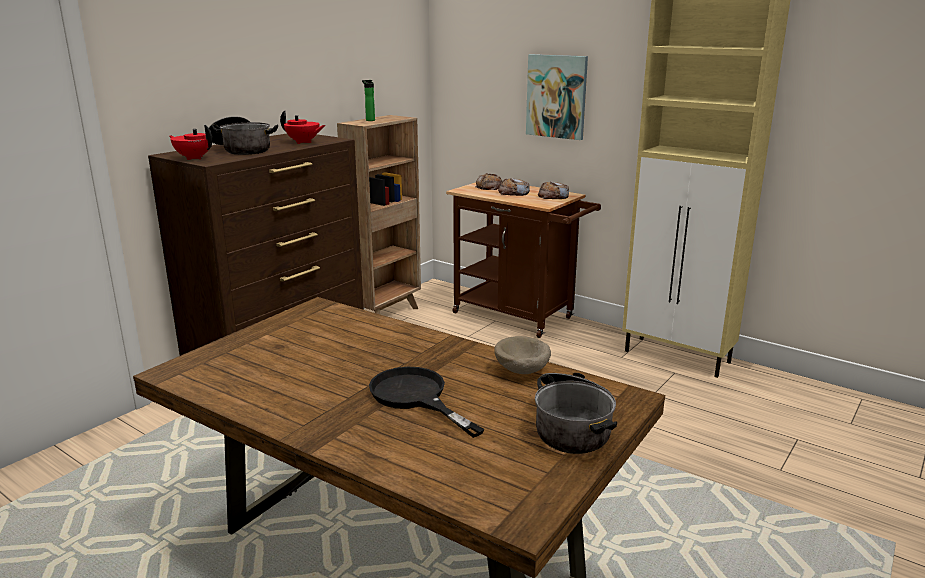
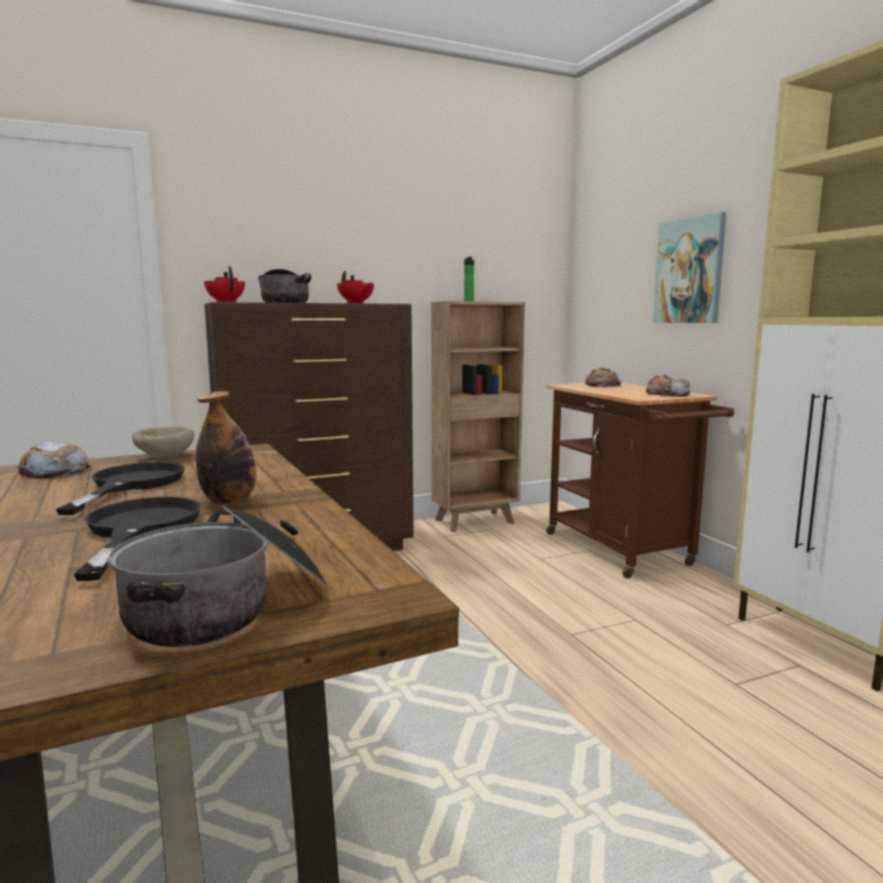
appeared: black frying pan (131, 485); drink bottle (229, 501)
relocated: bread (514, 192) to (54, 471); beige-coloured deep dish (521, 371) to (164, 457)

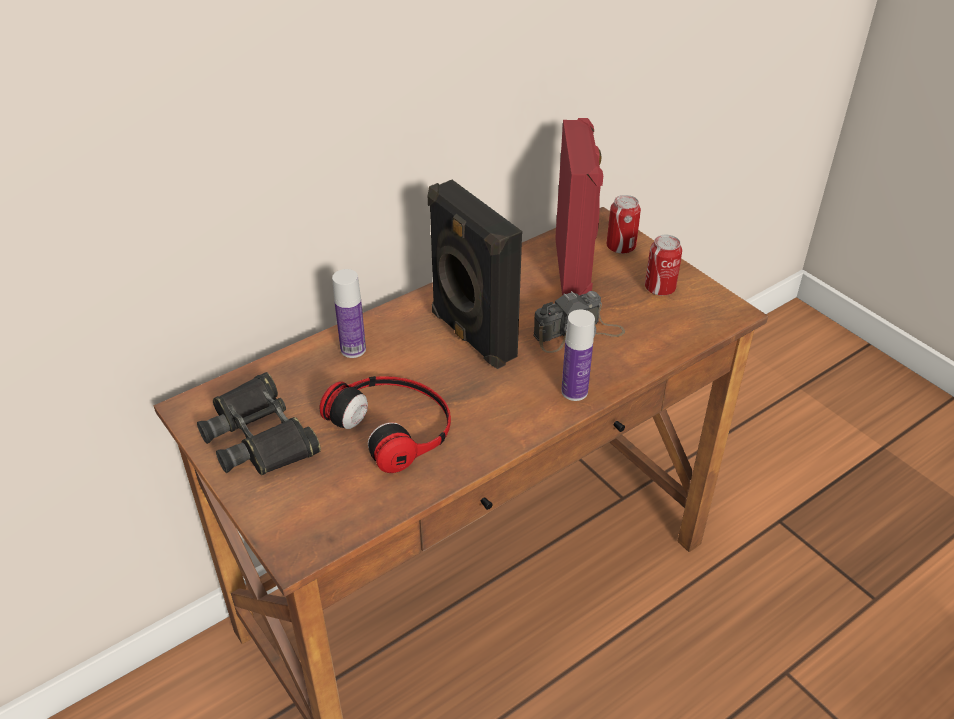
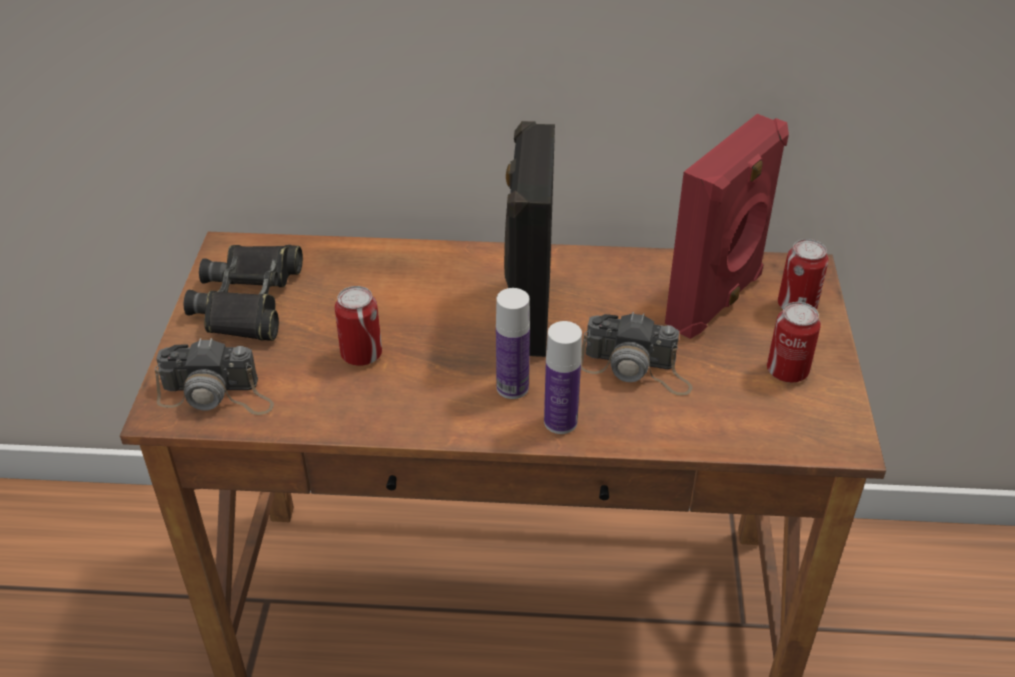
appeared: photo camera (217, 395)
relocated: drink bottle (353, 349) to (512, 387)
exchanged: headset (394, 425) to can (361, 354)

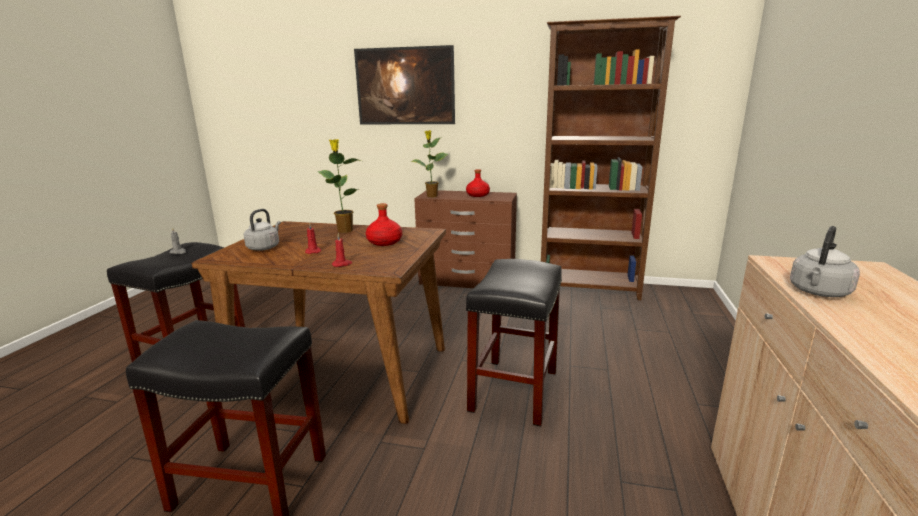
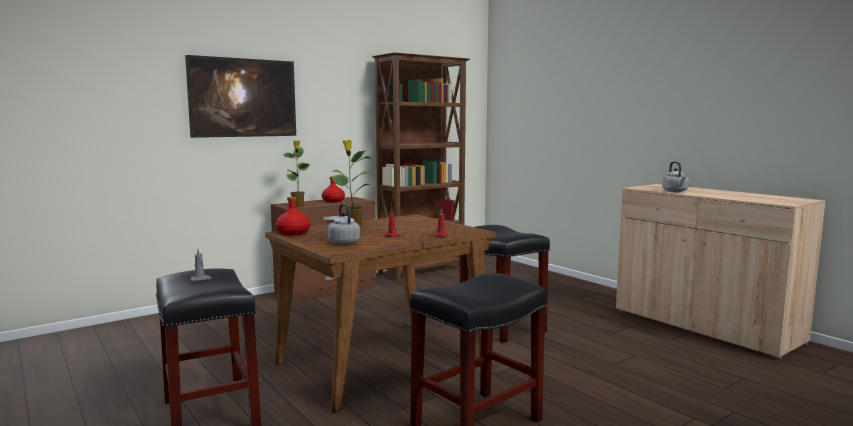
relocated: red drink bottle (385, 242) to (293, 233)

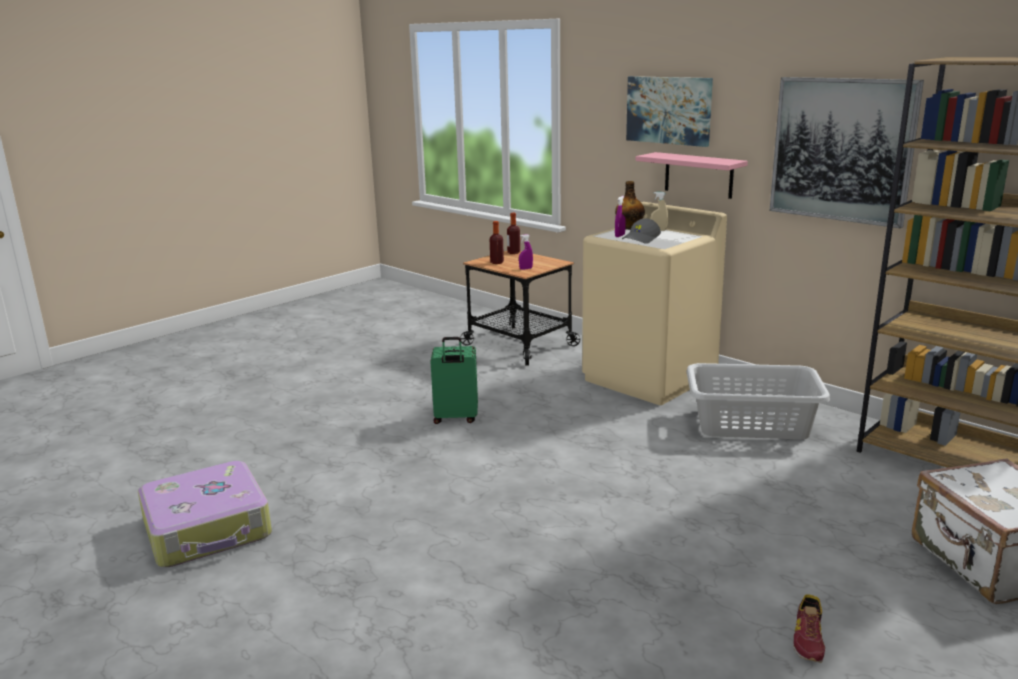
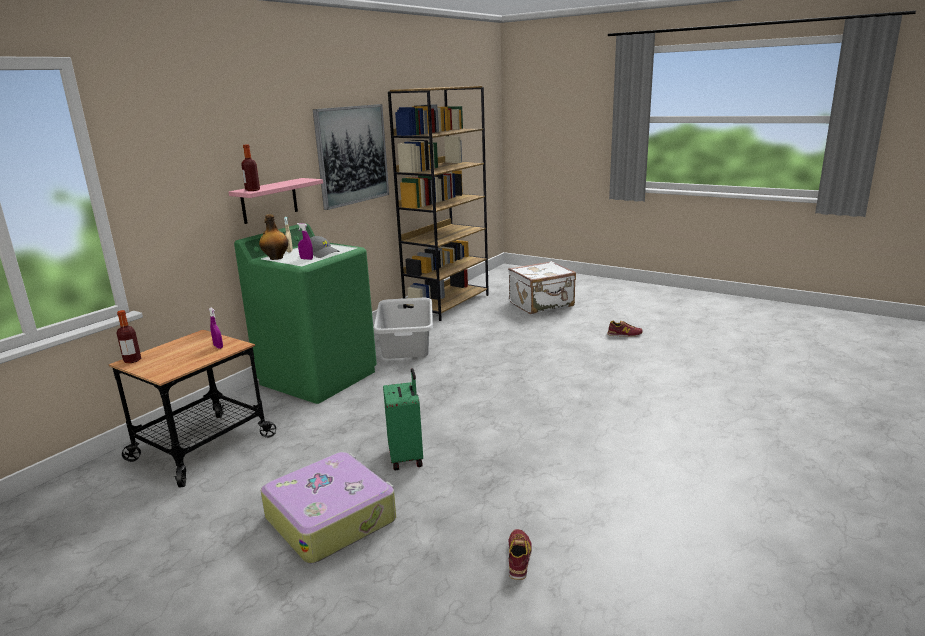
missing: wall picture (669, 110)
appeared: shoe (519, 558)
relocated: drink bottle (497, 262) to (252, 190); piece of luggage (208, 529) to (331, 518)
colour: beige-coloured laundry appliance (650, 378) to green laundry appliance (318, 377)

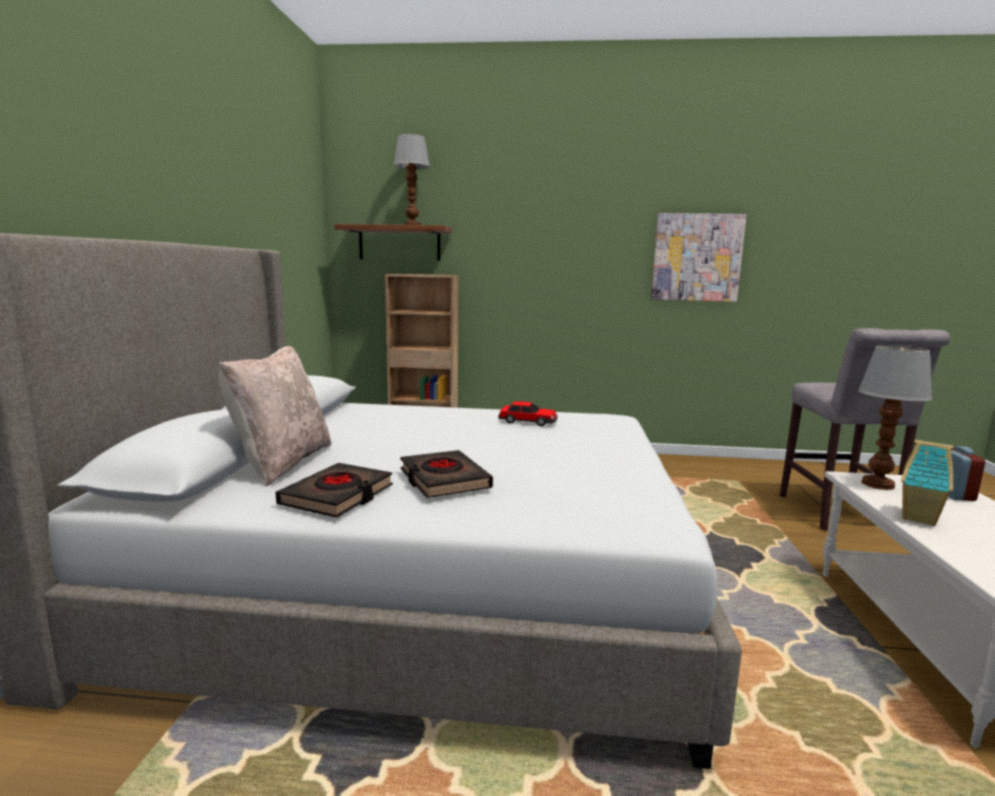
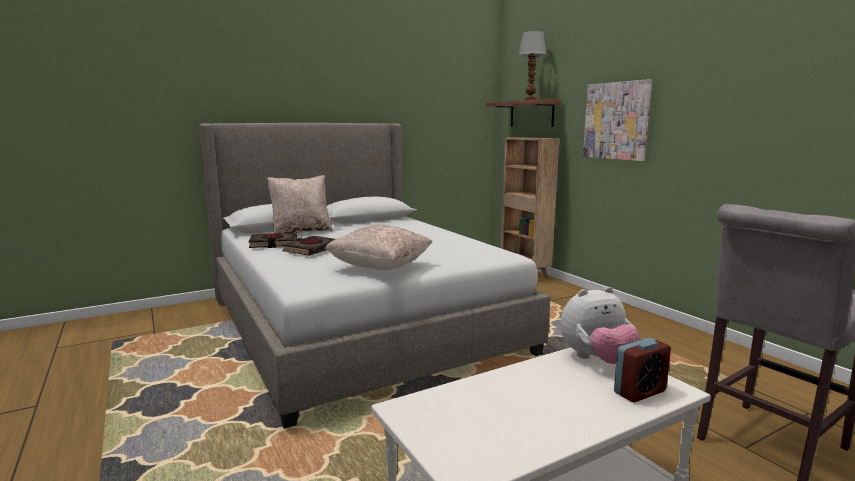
missing: miniature car (528, 421); toy house (920, 518)
appeared: beige-coloured pillow (380, 268)
relocated: wall picture (696, 257) to (616, 121)
exchanged: tabletop lamp (877, 484) to plush toy (596, 359)

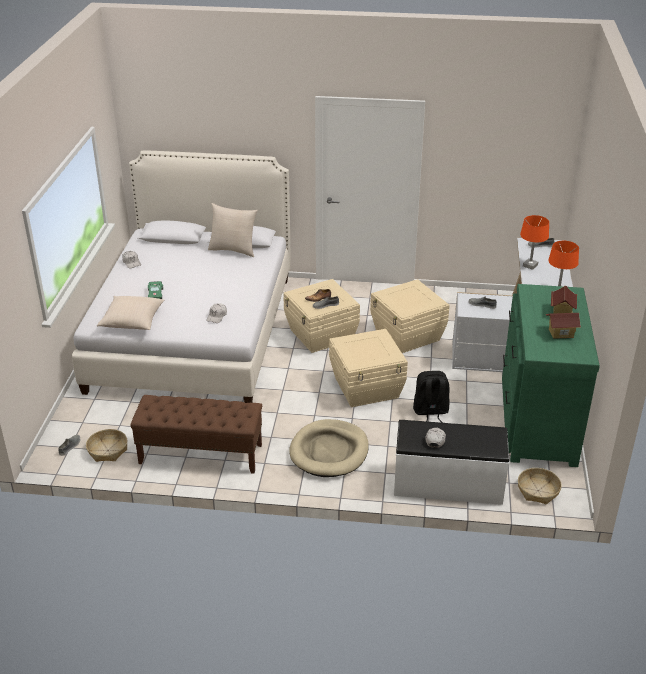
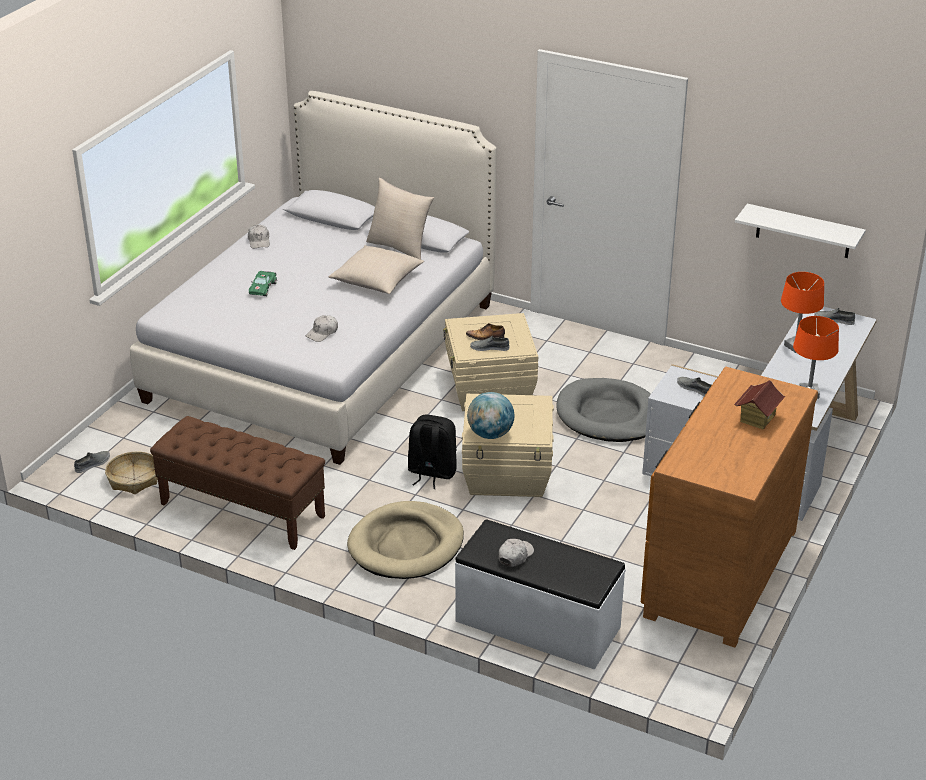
missing: storage basket (538, 491); toy house (561, 333)
appeared: globe (490, 434); white shelf (803, 231)
relocated: beige-coloured pillow (132, 321) to (377, 281); black backpack (430, 412) to (431, 473)
exchanged: beige-coloured storage container (407, 336) to grey dog bed (609, 415)
colour: green dresser (536, 421) to brownish dresser (717, 572)

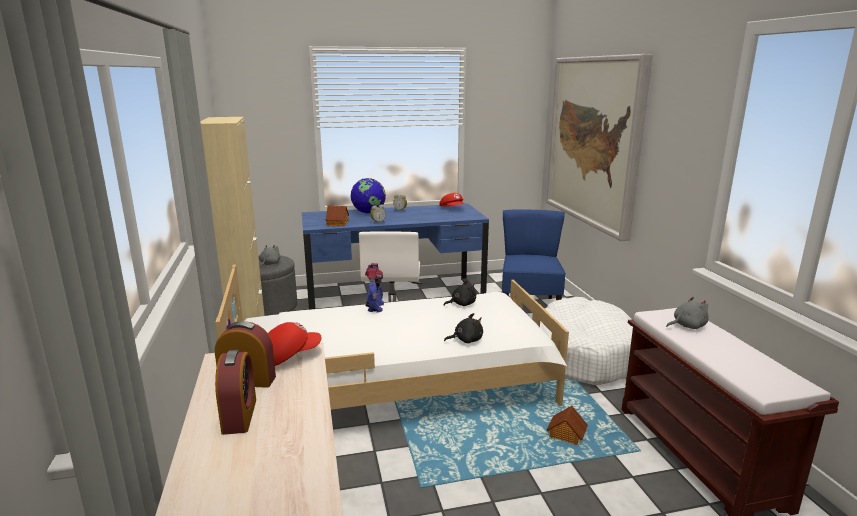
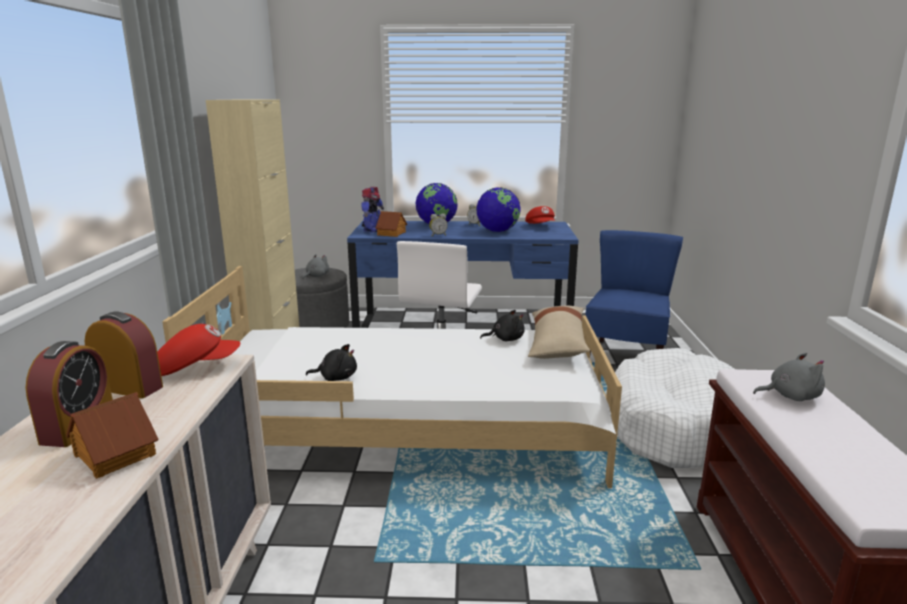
missing: wall picture (594, 141)
appeared: globe (497, 231); beige-coloured pillow (557, 343)
relocated: toy house (566, 435) to (114, 455); black plush toy (466, 340) to (336, 378); robot figure (375, 307) to (372, 230)

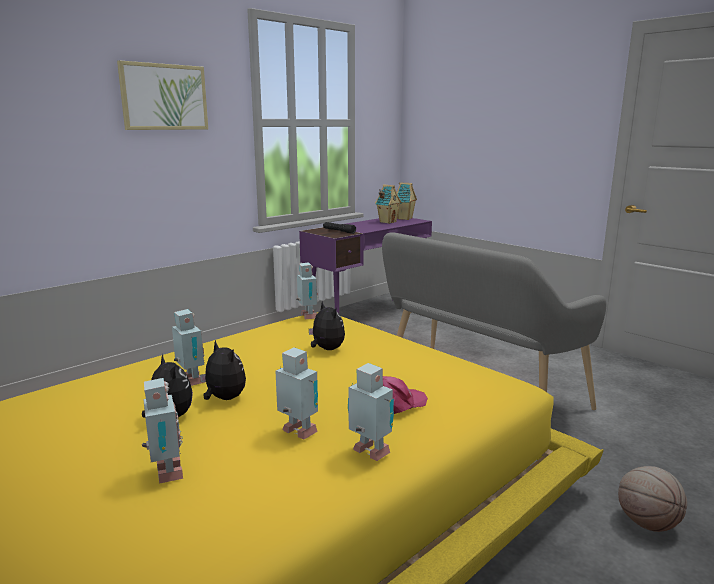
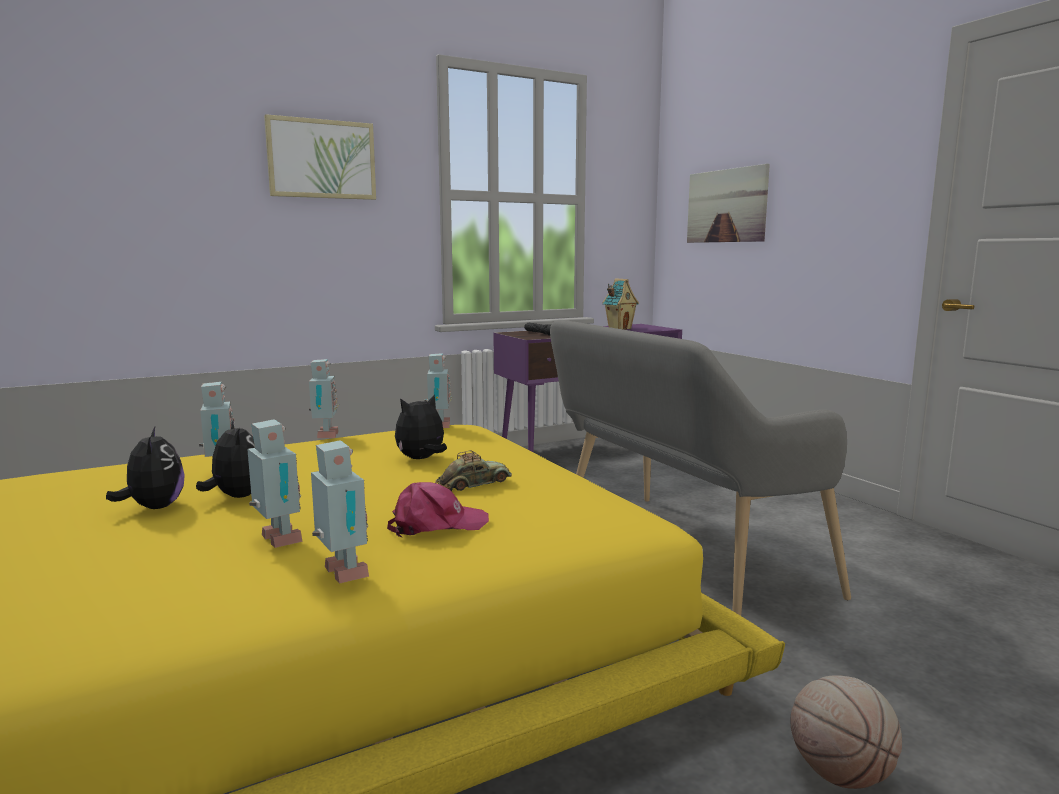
missing: toy house (405, 218)
appeared: miniature car (473, 484); wall picture (726, 206)
relocated: robot figure (166, 474) to (325, 436)
spun: plush toy (326, 349) = (421, 459) 105 degrees counterclockwise

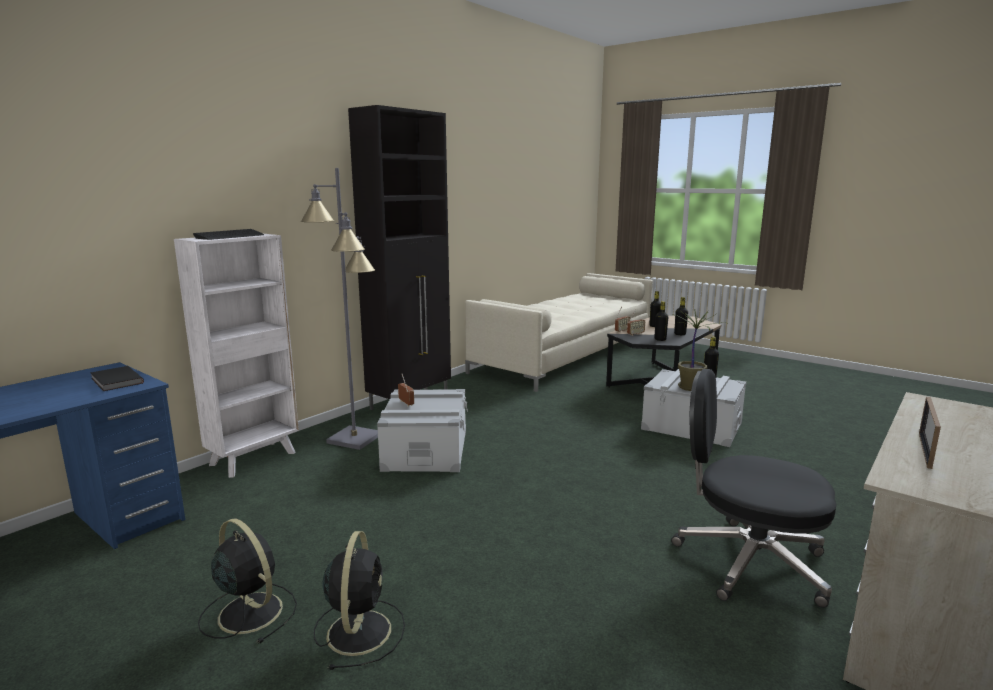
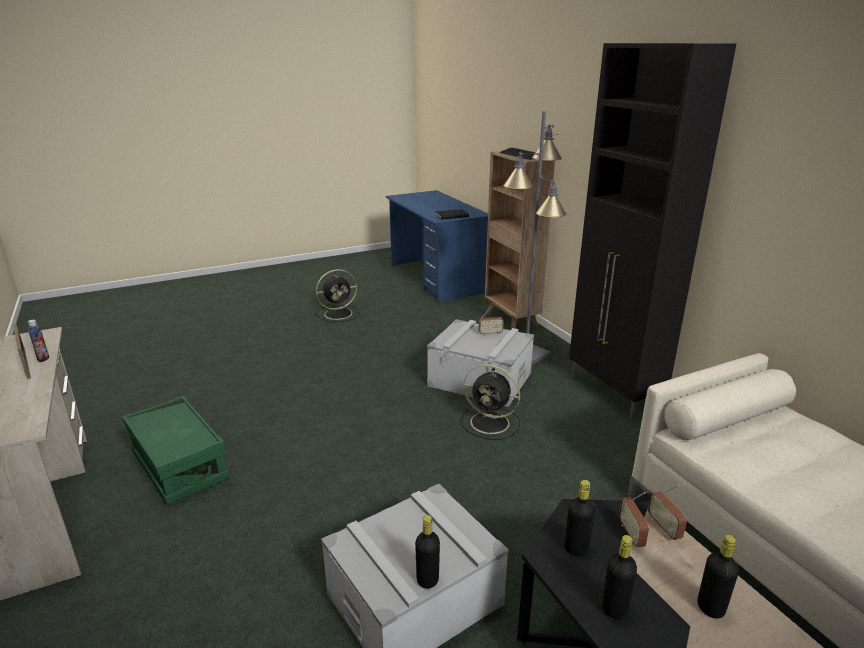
missing: houseplant (691, 388)
appeared: drink bottle (43, 358)
relocated: black cooling fan (359, 630) to (491, 423)
exchanged: black desk chair (747, 561) to green storage container (180, 466)
colour: white bookcase (255, 458) to brownish bookcase (511, 320)

